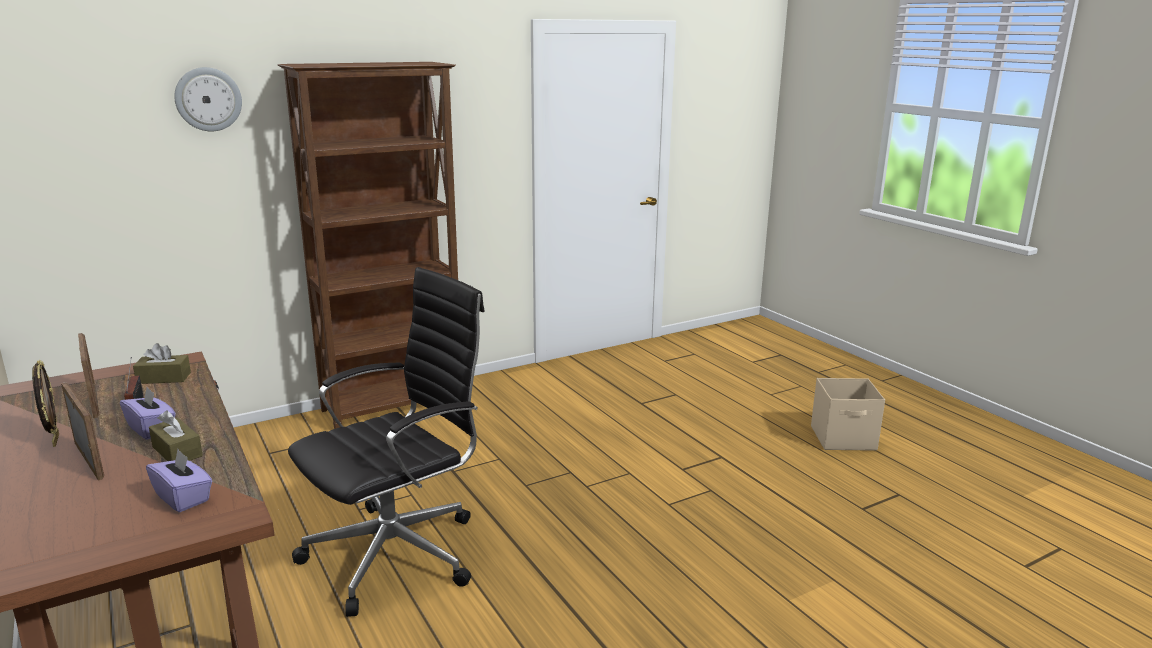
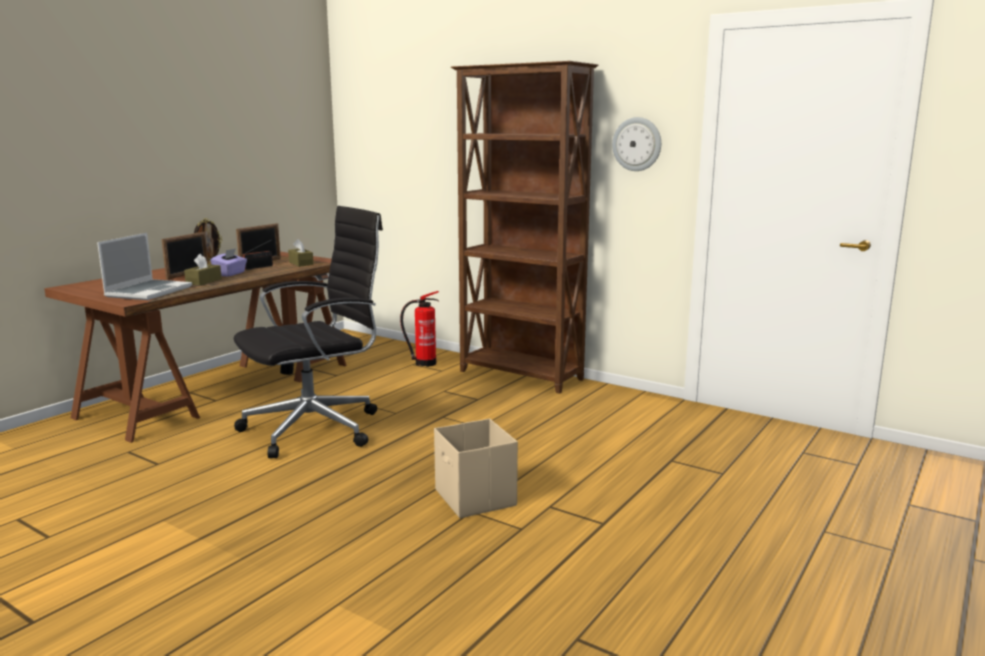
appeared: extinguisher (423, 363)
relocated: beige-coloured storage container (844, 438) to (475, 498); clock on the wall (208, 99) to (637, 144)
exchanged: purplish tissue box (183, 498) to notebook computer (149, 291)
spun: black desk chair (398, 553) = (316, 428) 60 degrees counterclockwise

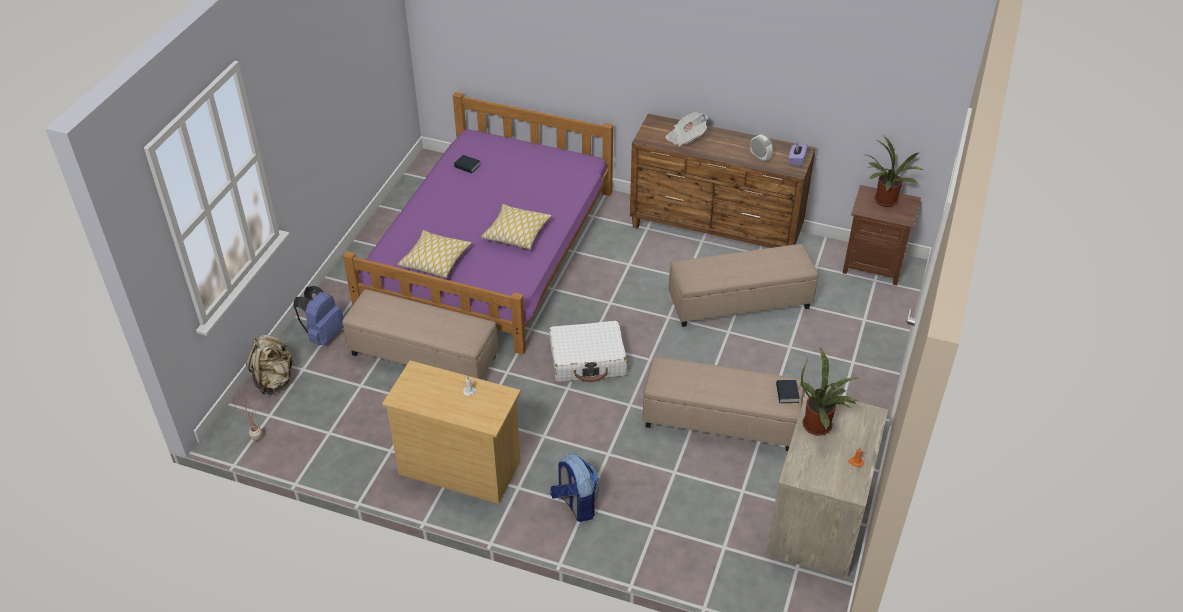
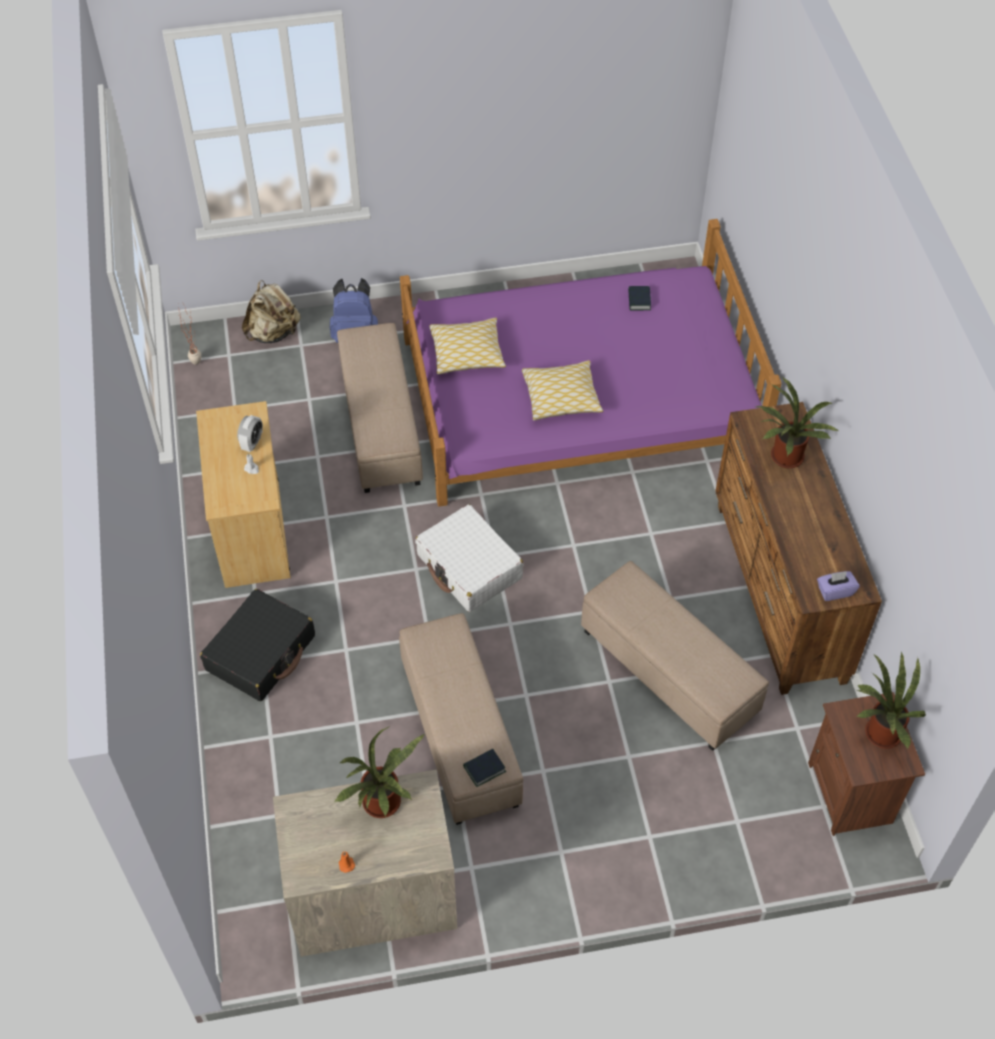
relocated: bedside clock (760, 157) to (252, 443)
exchanged: backpack (575, 504) to black piece of luggage (261, 653); printed paper (686, 138) to houseplant (784, 459)

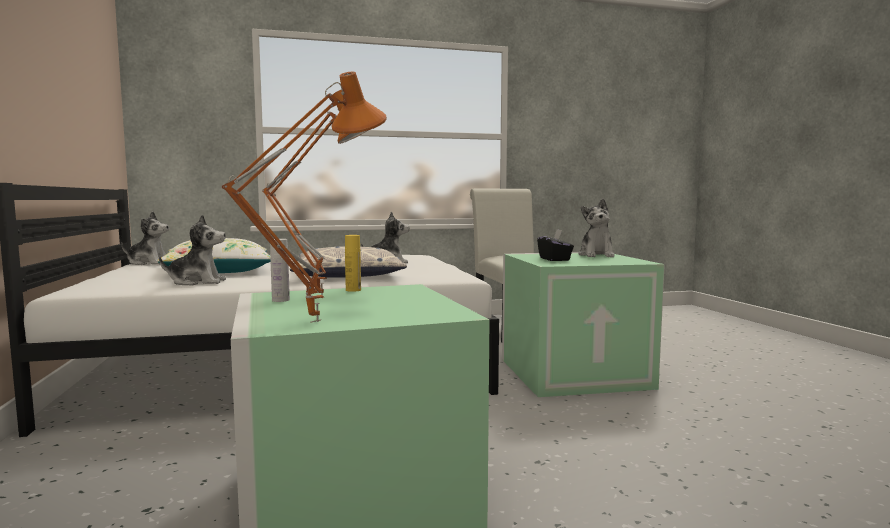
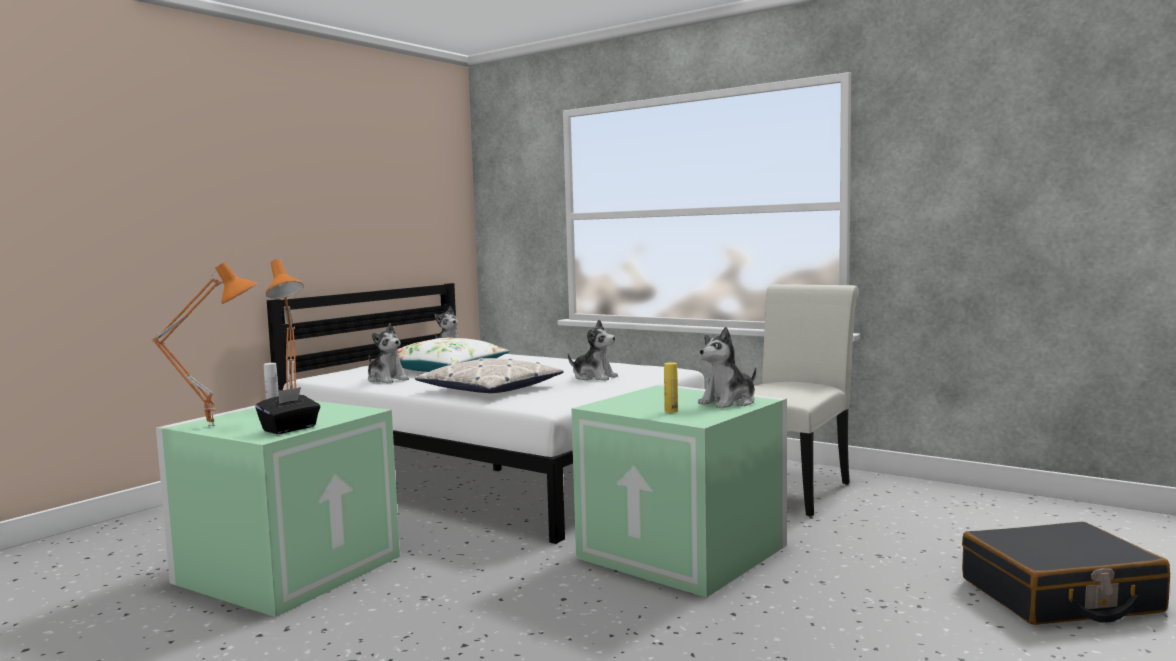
appeared: black piece of luggage (1060, 596)
relocated: black tissue box (555, 259) to (290, 429); yellowish drink bottle (353, 290) to (671, 411)

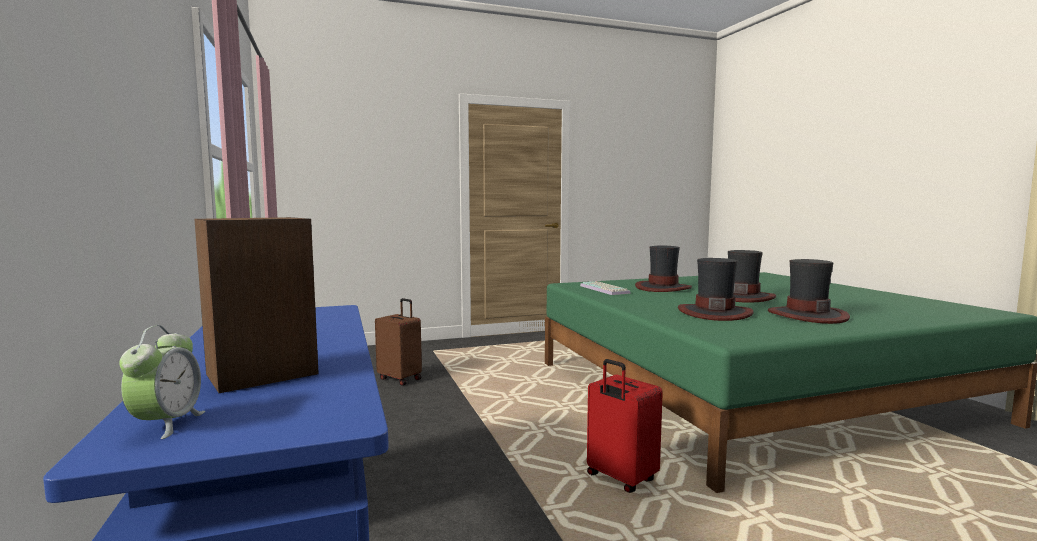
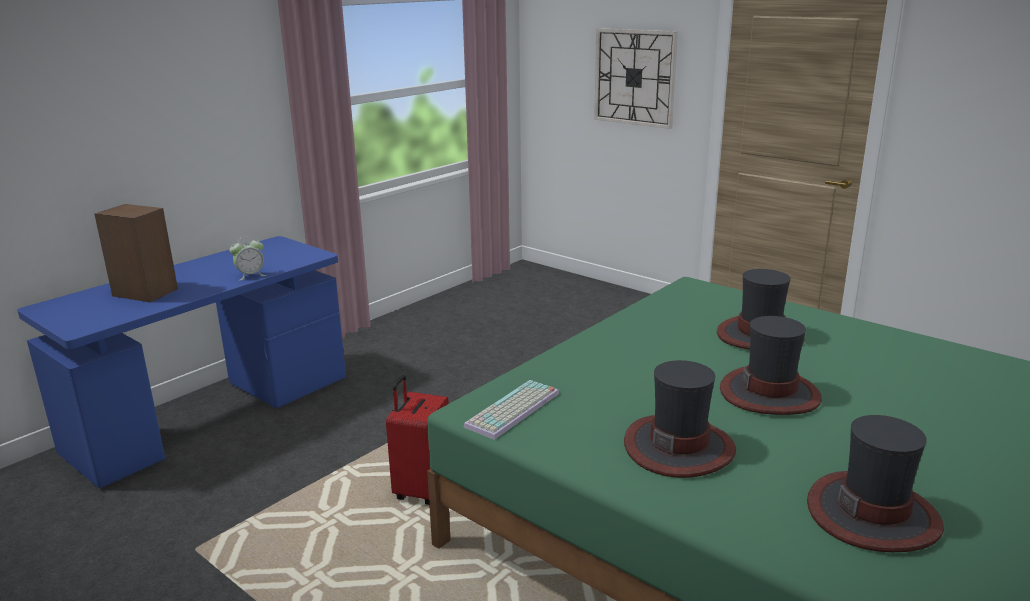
missing: brownish piece of luggage (400, 379)
appeared: clock on the wall (634, 77)
relocated: bedside clock (167, 424) to (250, 275); PC keyboard (605, 289) to (513, 411); clothing hat (714, 313) to (873, 514)

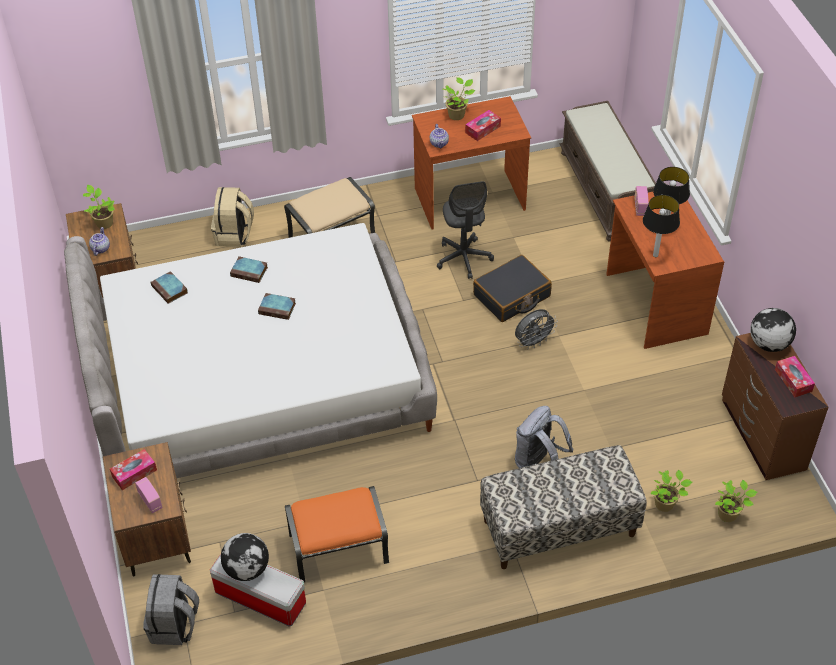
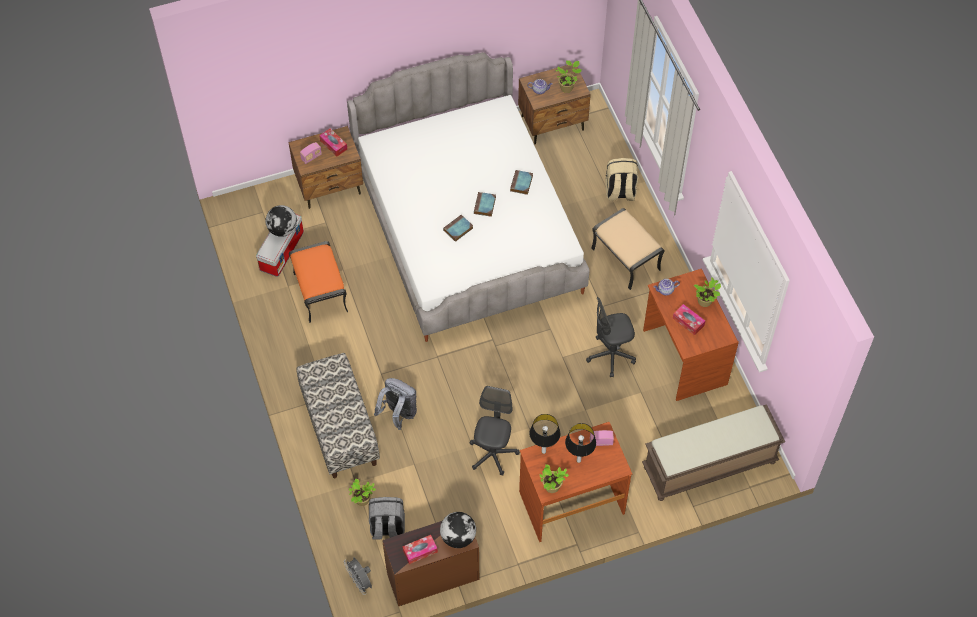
missing: black piece of luggage (512, 296)
appeared: grey desk chair (493, 454)
relocated: grey cooling fan (533, 342) to (360, 582); grey backpack (174, 625) to (387, 528); bound book (170, 290) to (458, 230); houseplant (729, 514) to (552, 487)

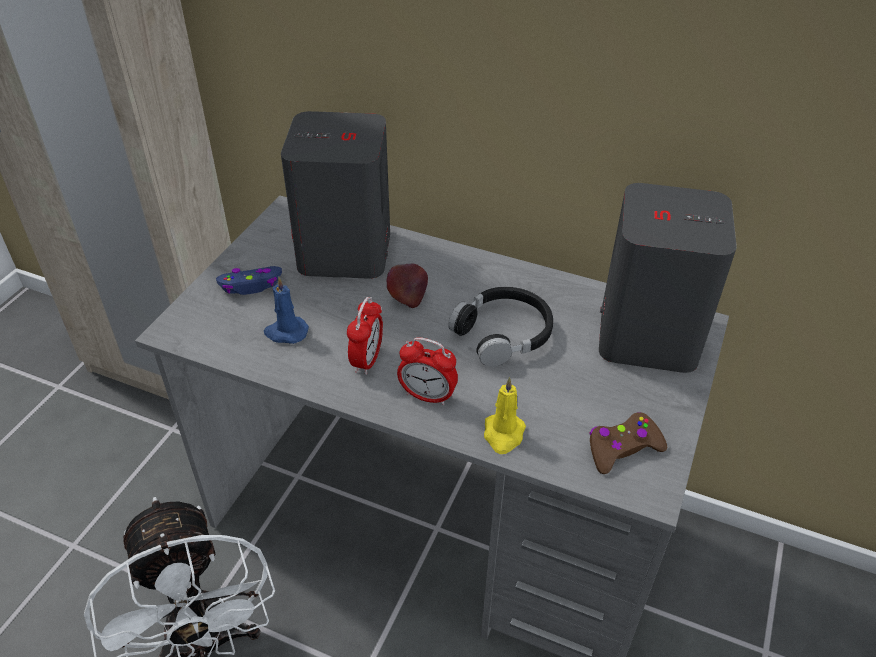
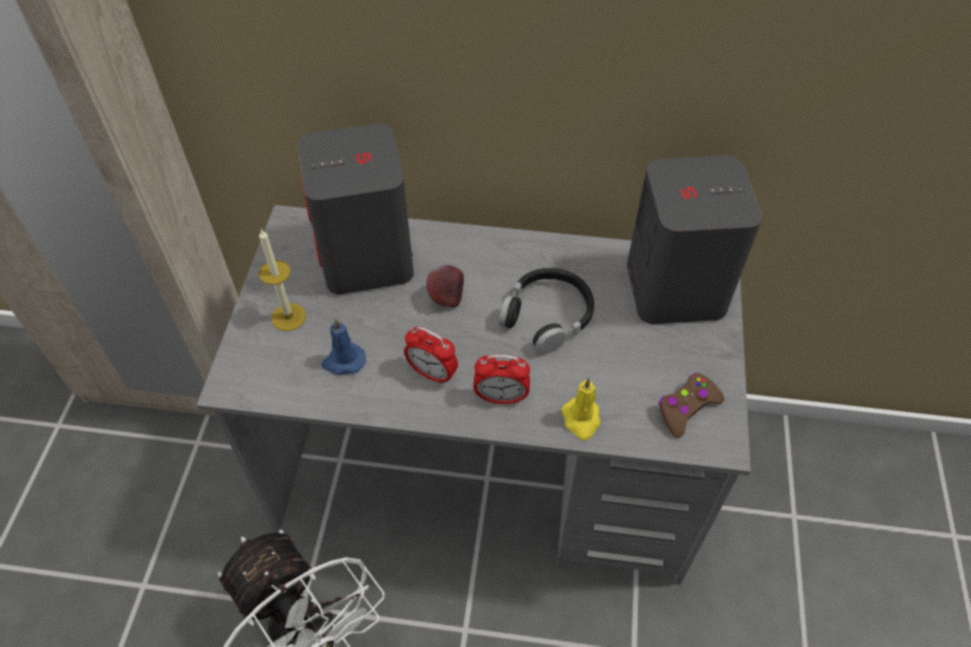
exchanged: bluish joypad (251, 285) to candle (288, 317)
spun: bedside clock (367, 360) = (432, 373) 120 degrees clockwise

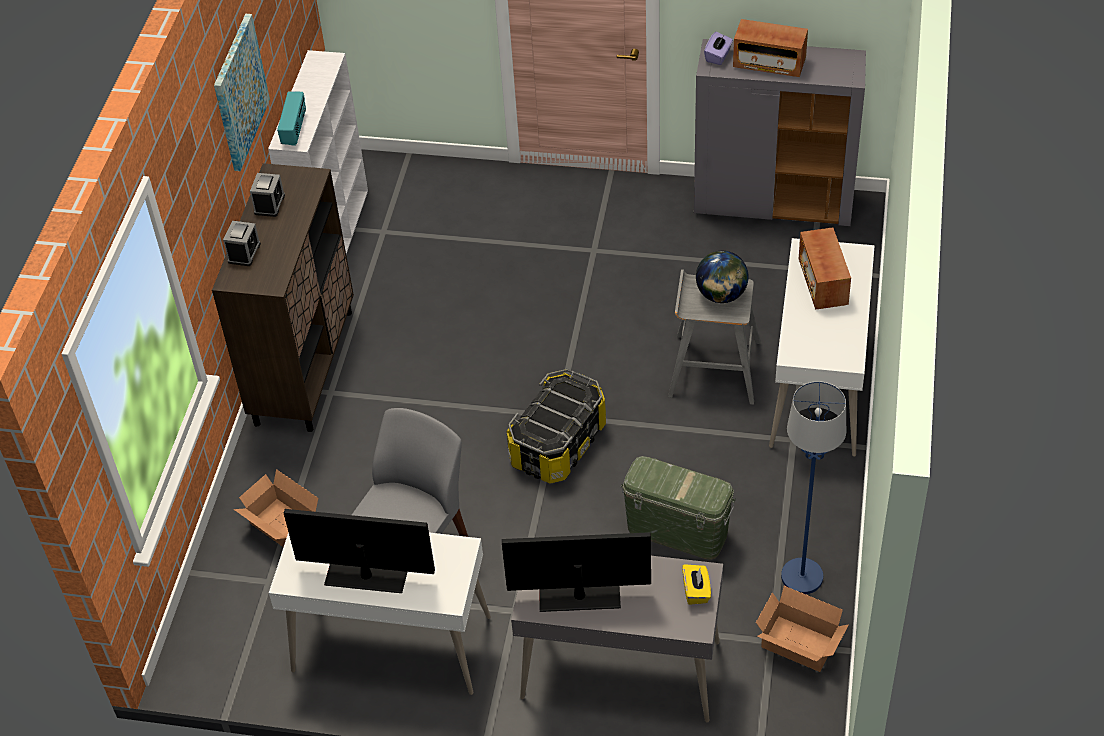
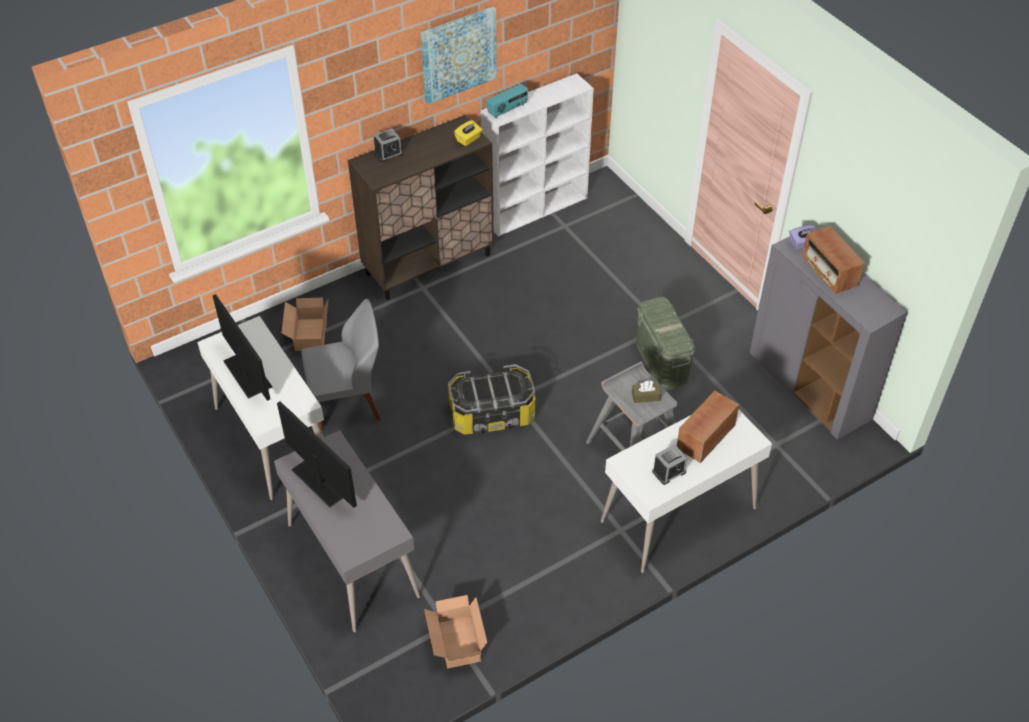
missing: bluish floor lamp (802, 576)
relocated: yellowish tissue box (696, 591) to (468, 139); green storage container (678, 531) to (661, 362); bedside clock (269, 204) to (669, 471)
exchanged: globe (721, 295) to brownish tissue box (646, 396)

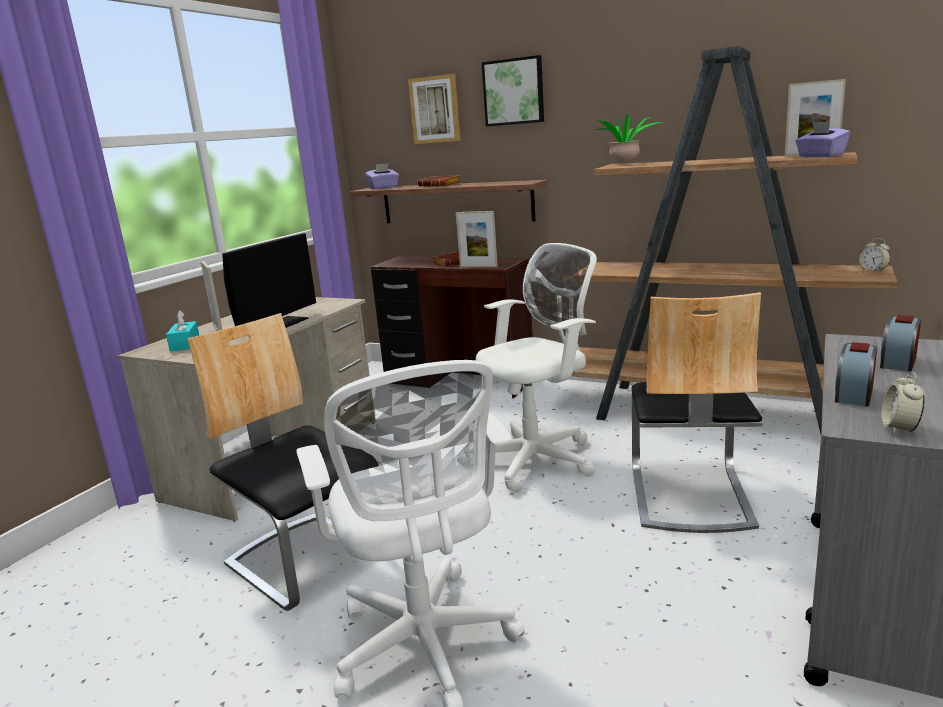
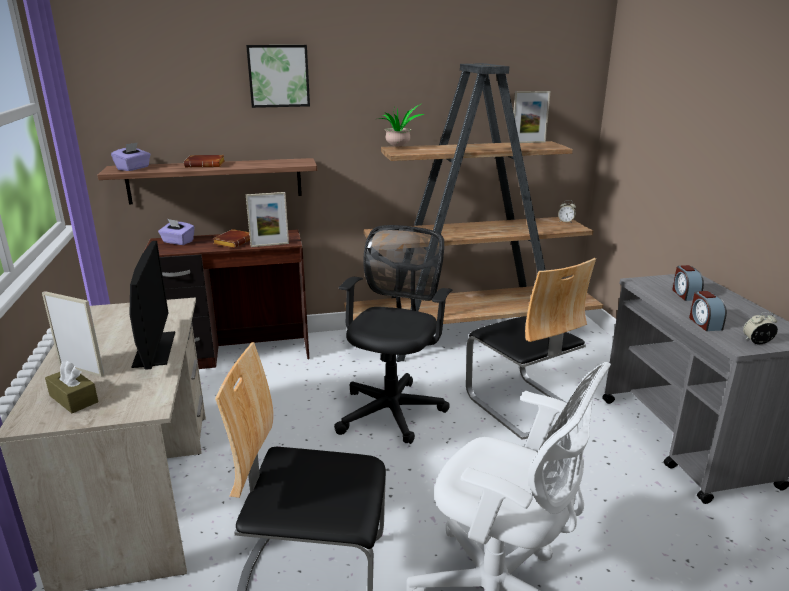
missing: wall picture (435, 109)
relocated: purplish tissue box (820, 156) to (178, 242)
colour: turquoise tissue box (185, 344) to brownish tissue box (73, 399); white desk chair (537, 459) to black desk chair (393, 409)
spun: bedside clock (899, 429) = (757, 342) 105 degrees clockwise

